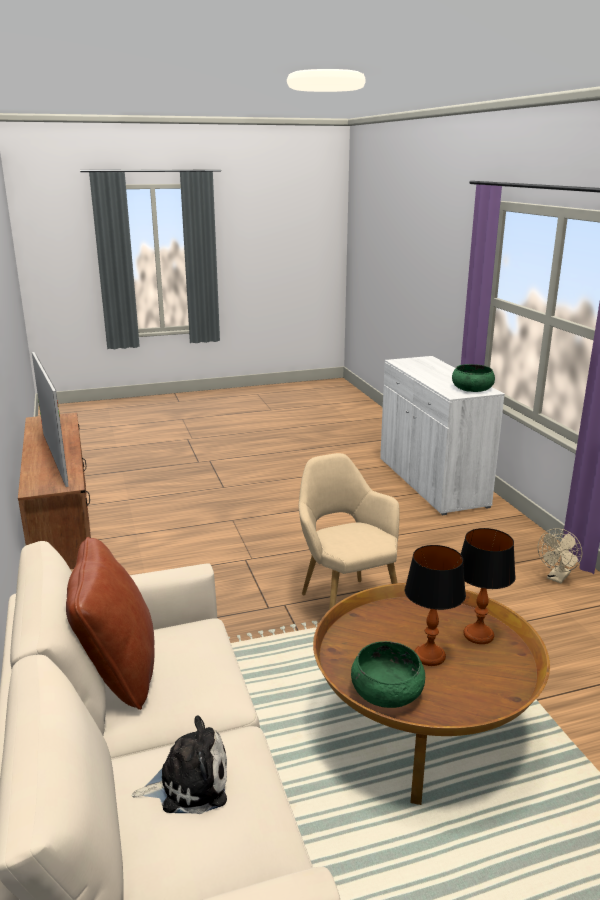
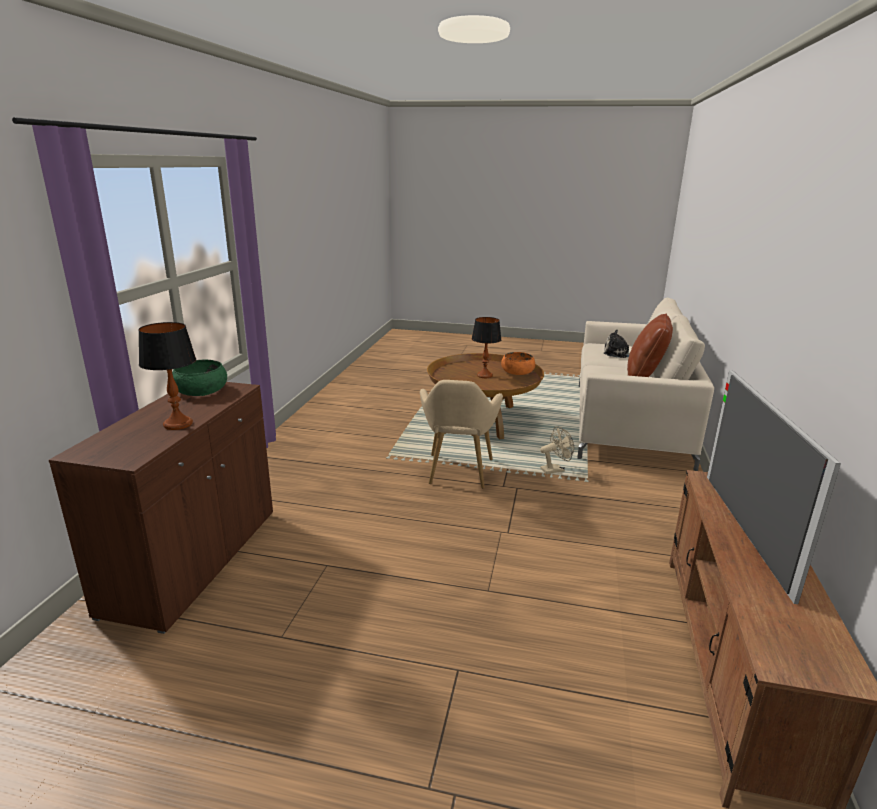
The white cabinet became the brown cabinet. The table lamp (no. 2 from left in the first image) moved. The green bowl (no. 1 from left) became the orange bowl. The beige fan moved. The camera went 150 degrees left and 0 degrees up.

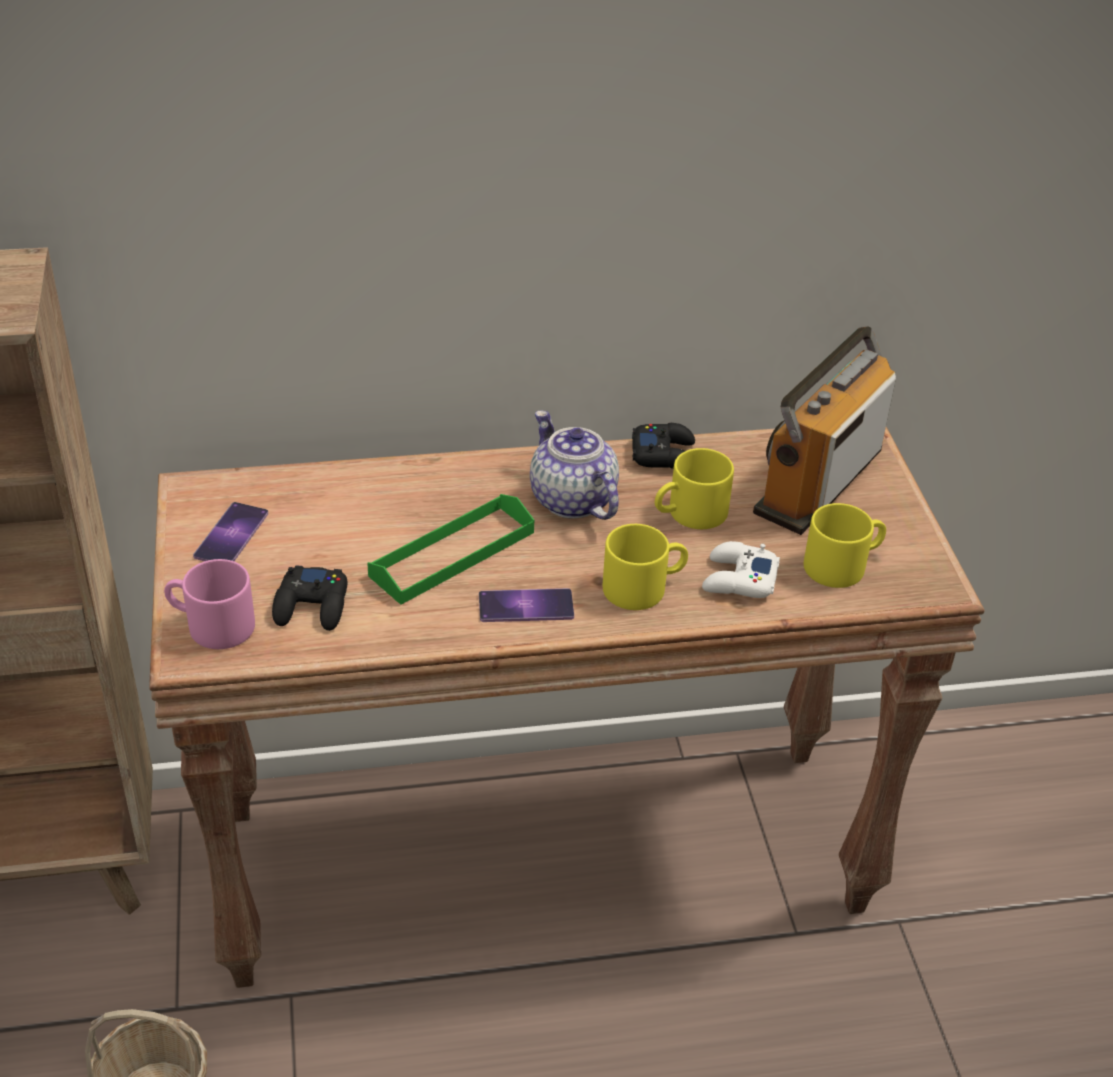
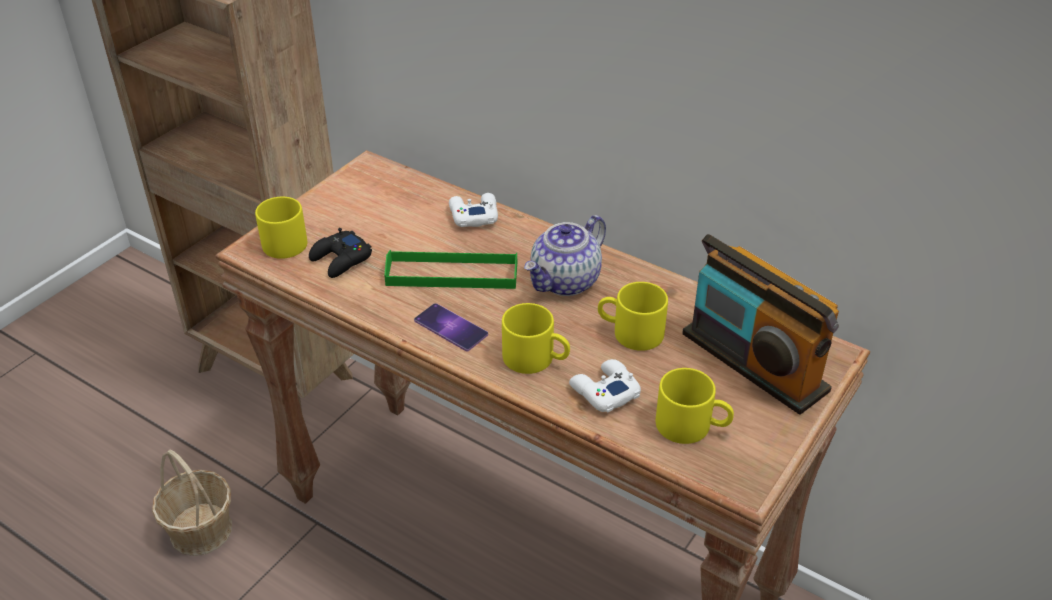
The pink mug became the yellow mug (no. 1 from left). The white game controller (no. 1 from left) appeared. The teapot turned 150 degrees counterclockwise. The radio turned 120 degrees counterclockwise. The phone (no. 1 from left) disappeared. The black game controller (no. 2 from left) disappeared. The camera went 45 degrees right and 0 degrees up.

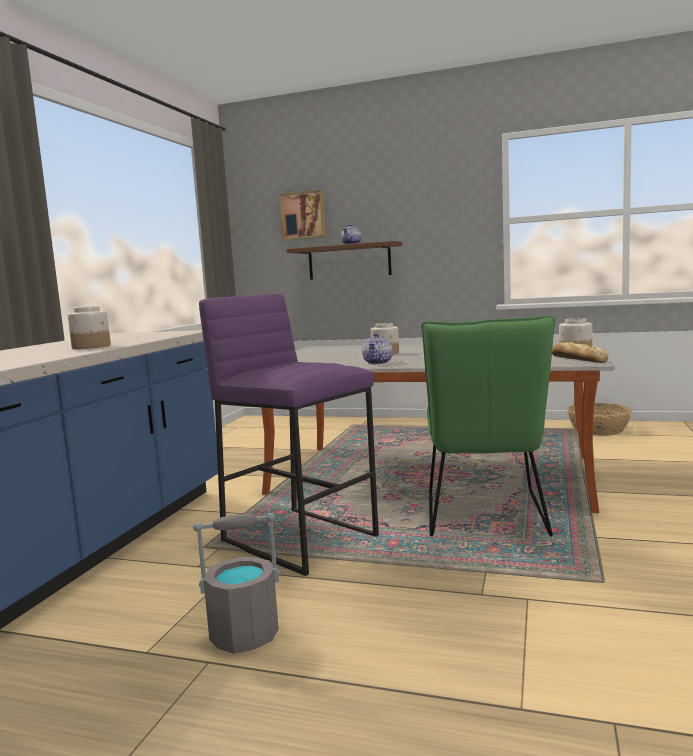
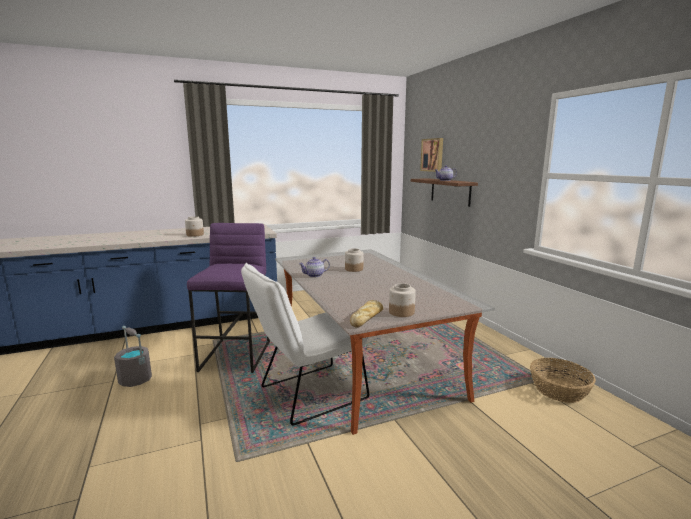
The green chair became the white chair. The camera went 50 degrees right and 5 degrees up.

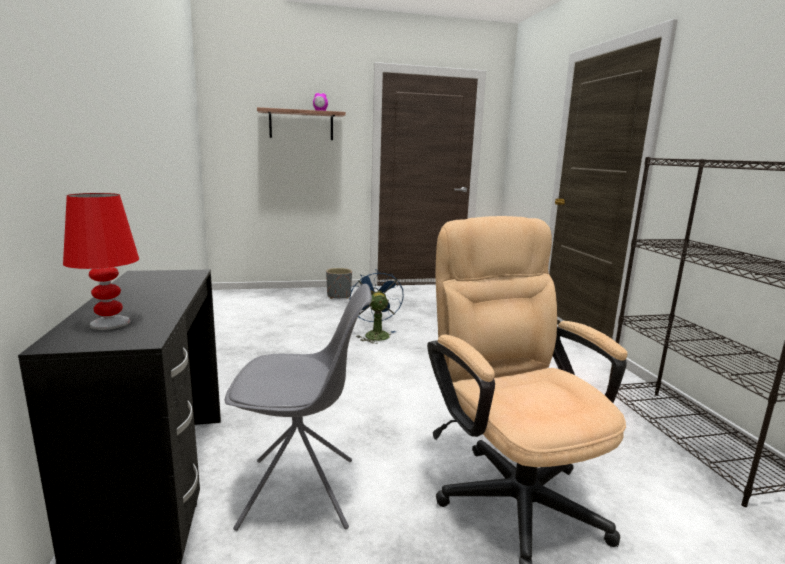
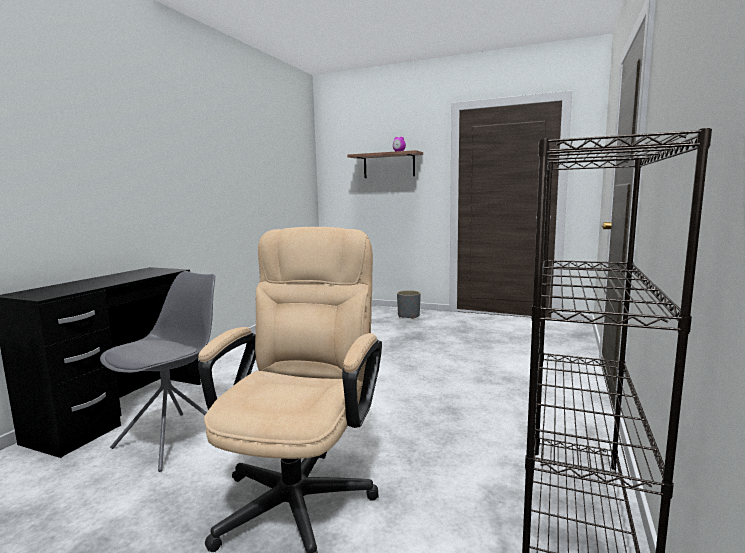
The grey chair turned 90 degrees counterclockwise. The red table lamp disappeared. The blue fan disappeared. The camera went 35 degrees right and 5 degrees down.

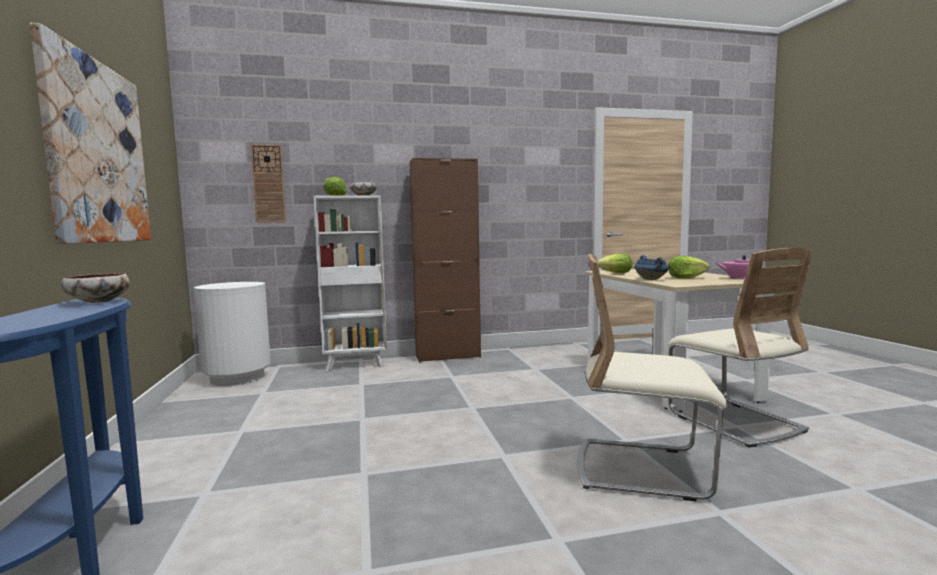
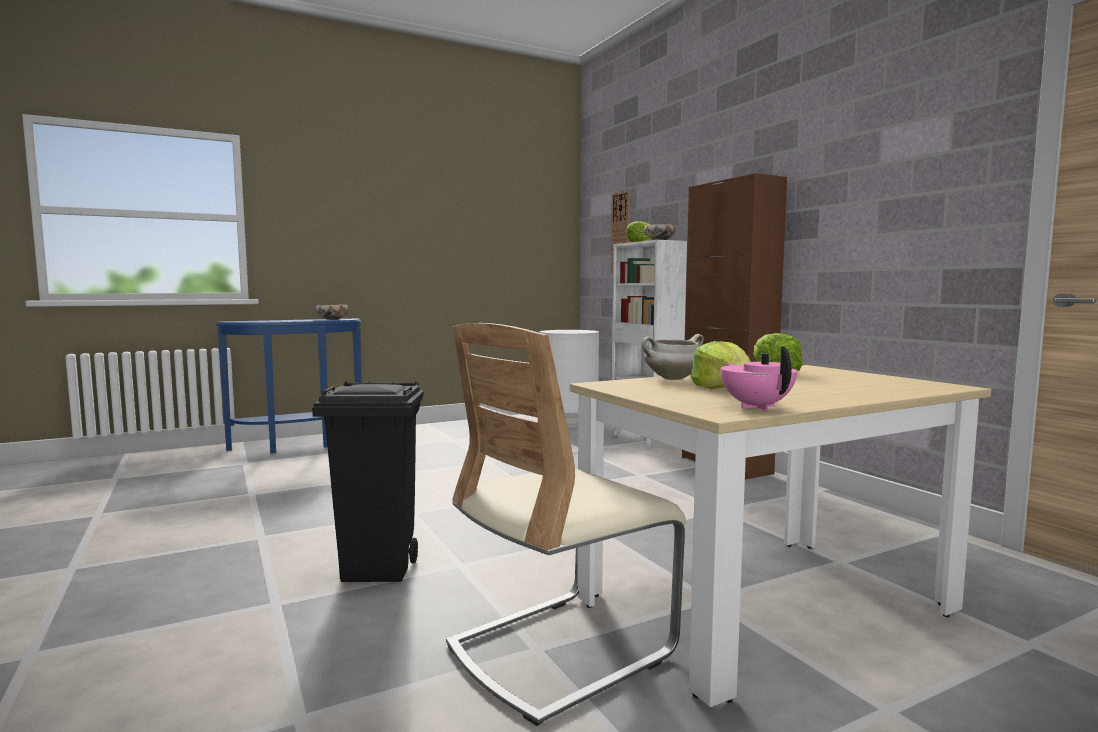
The beige chair (no. 1 from left) was replaced by the black trash can. The blue cooking pot became the white cooking pot. The picture disappeared. The camera went 75 degrees right and 0 degrees up.

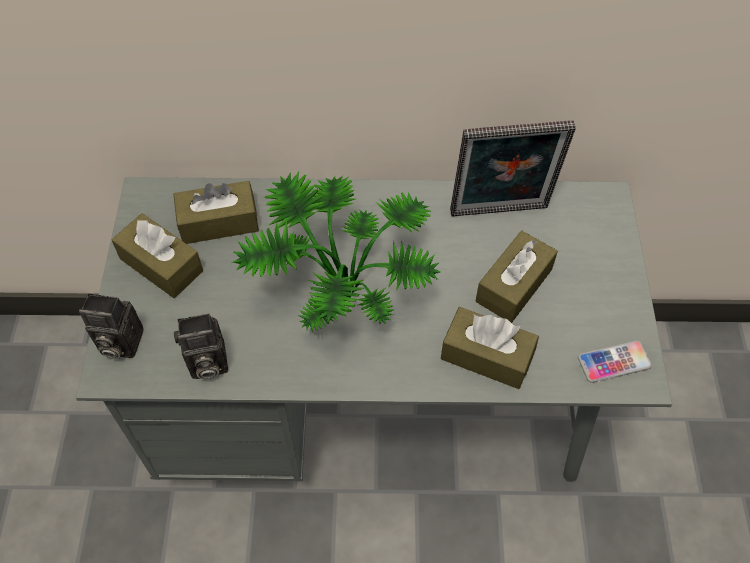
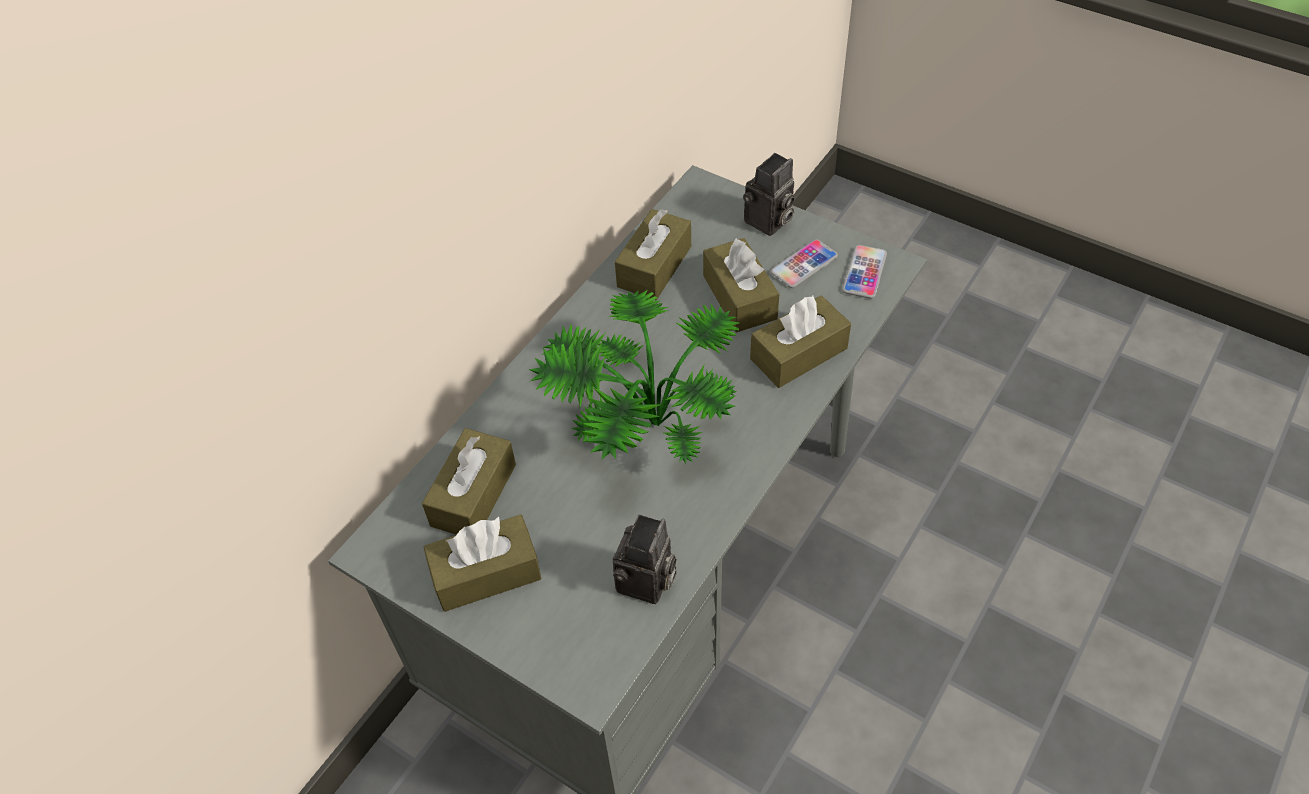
The picture frame was replaced by the brown tissue box (no. 3 from left). The photo camera (no. 1 from left in the first image) moved. The phone (no. 1 from left) appeared. The camera went 55 degrees left and 5 degrees down.

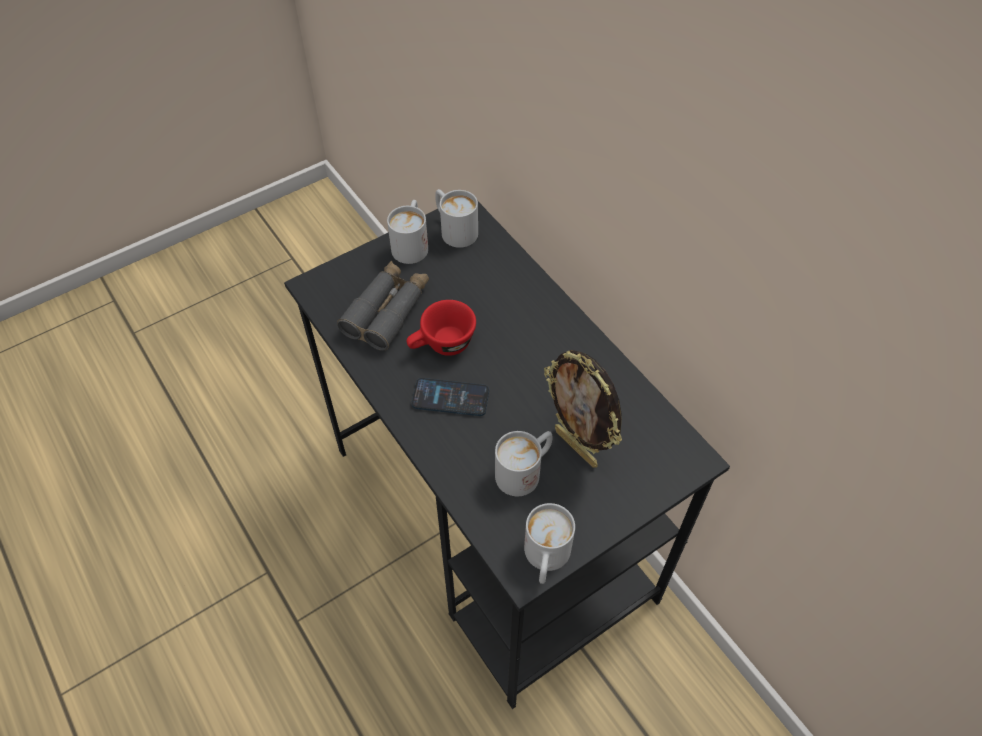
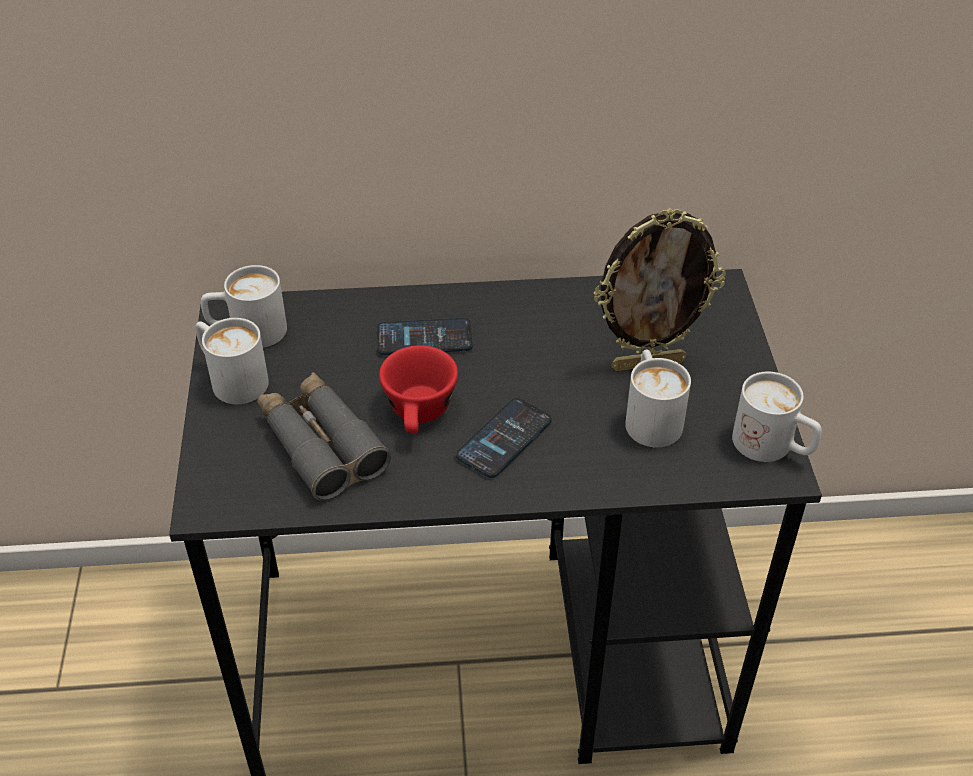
The phone (no. 1 from left) appeared. The camera went 60 degrees left and 10 degrees down.

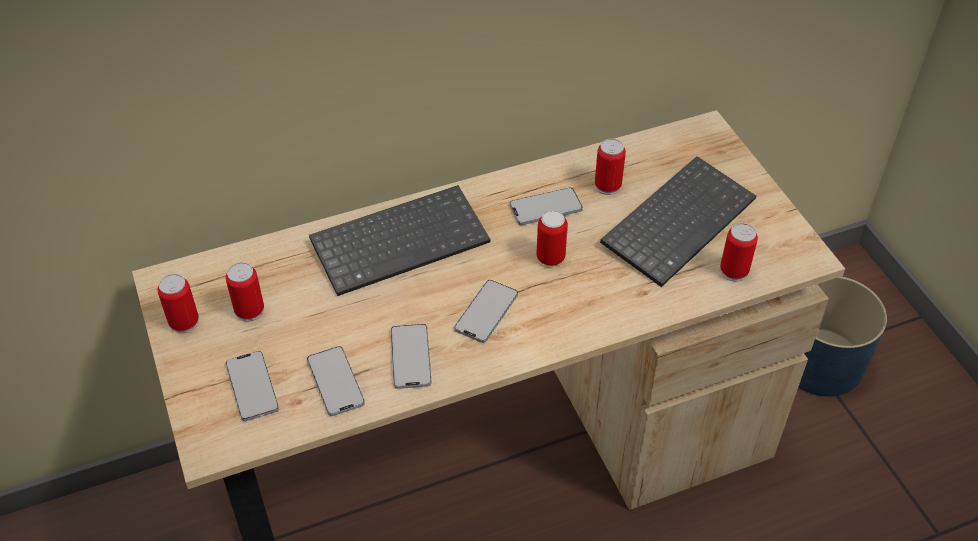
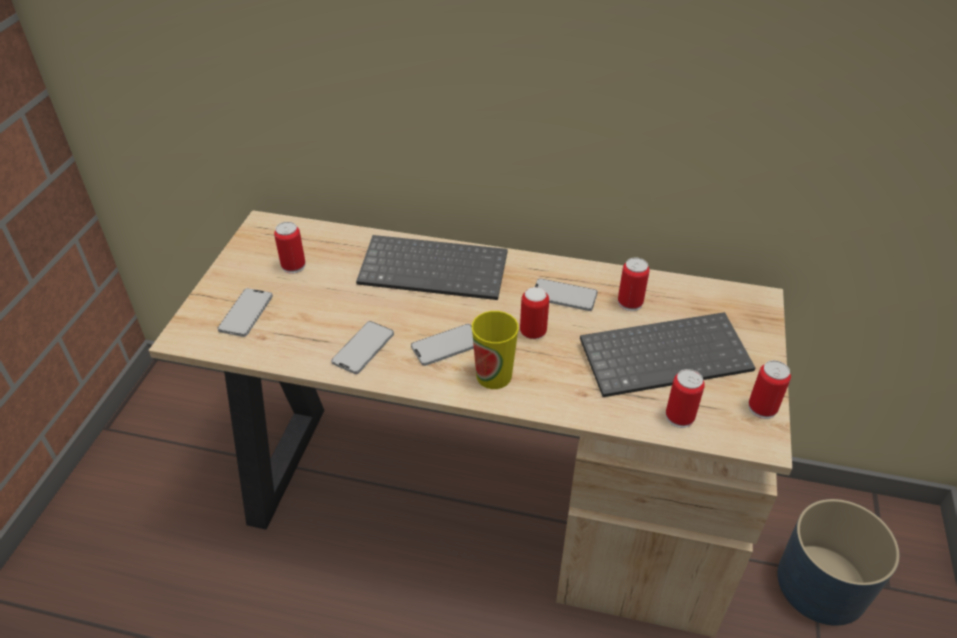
The cup appeared. The can (no. 1 from left in the first image) moved. The phone (no. 2 from left) disappeared. The camera went 35 degrees right and 5 degrees down.

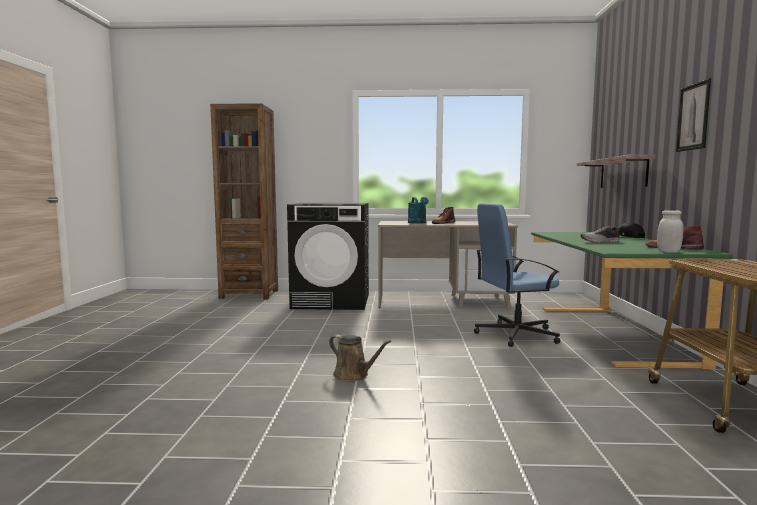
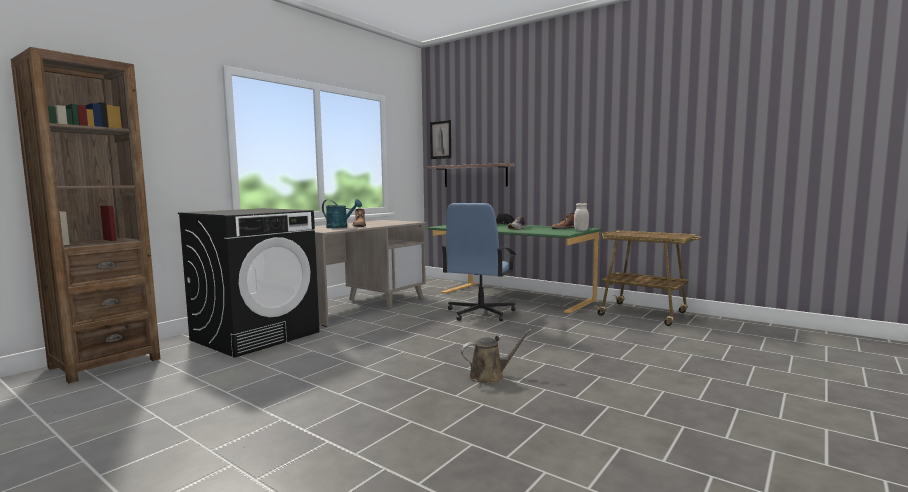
The picture moved. The camera went 55 degrees left and 0 degrees up.

